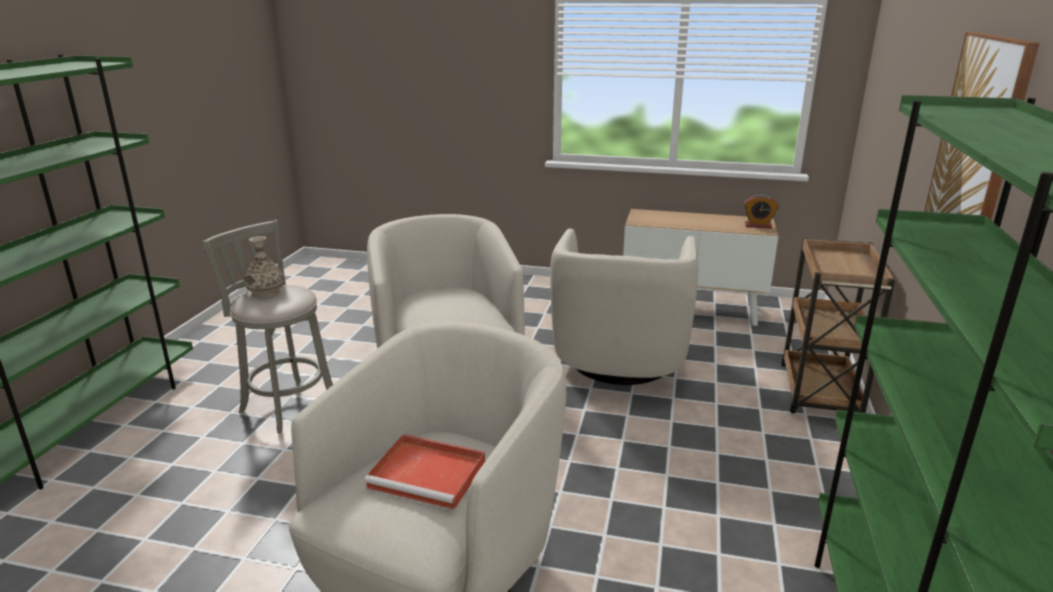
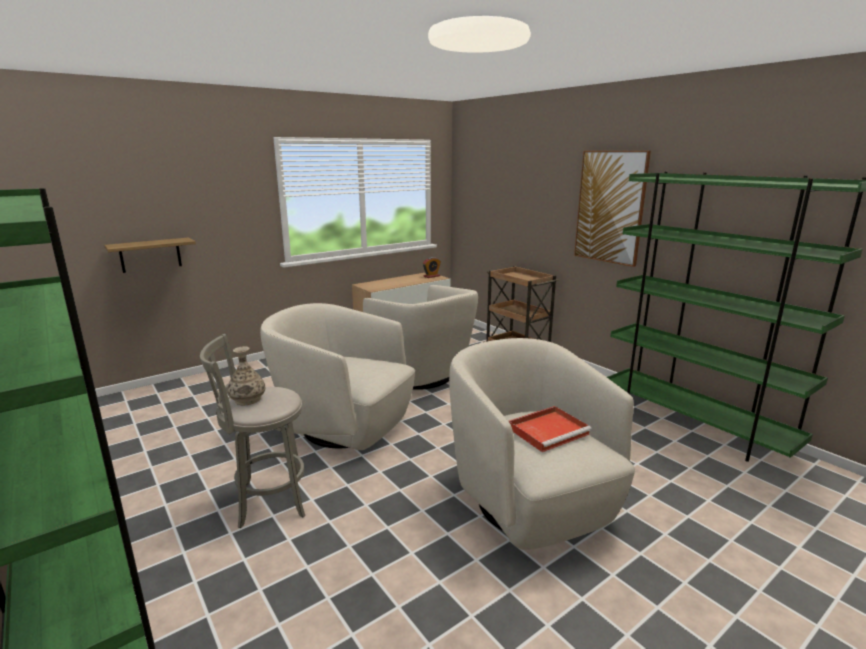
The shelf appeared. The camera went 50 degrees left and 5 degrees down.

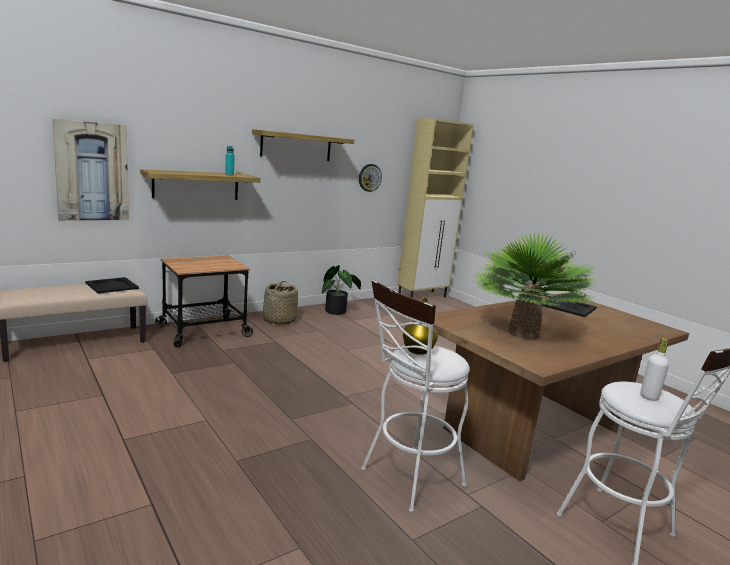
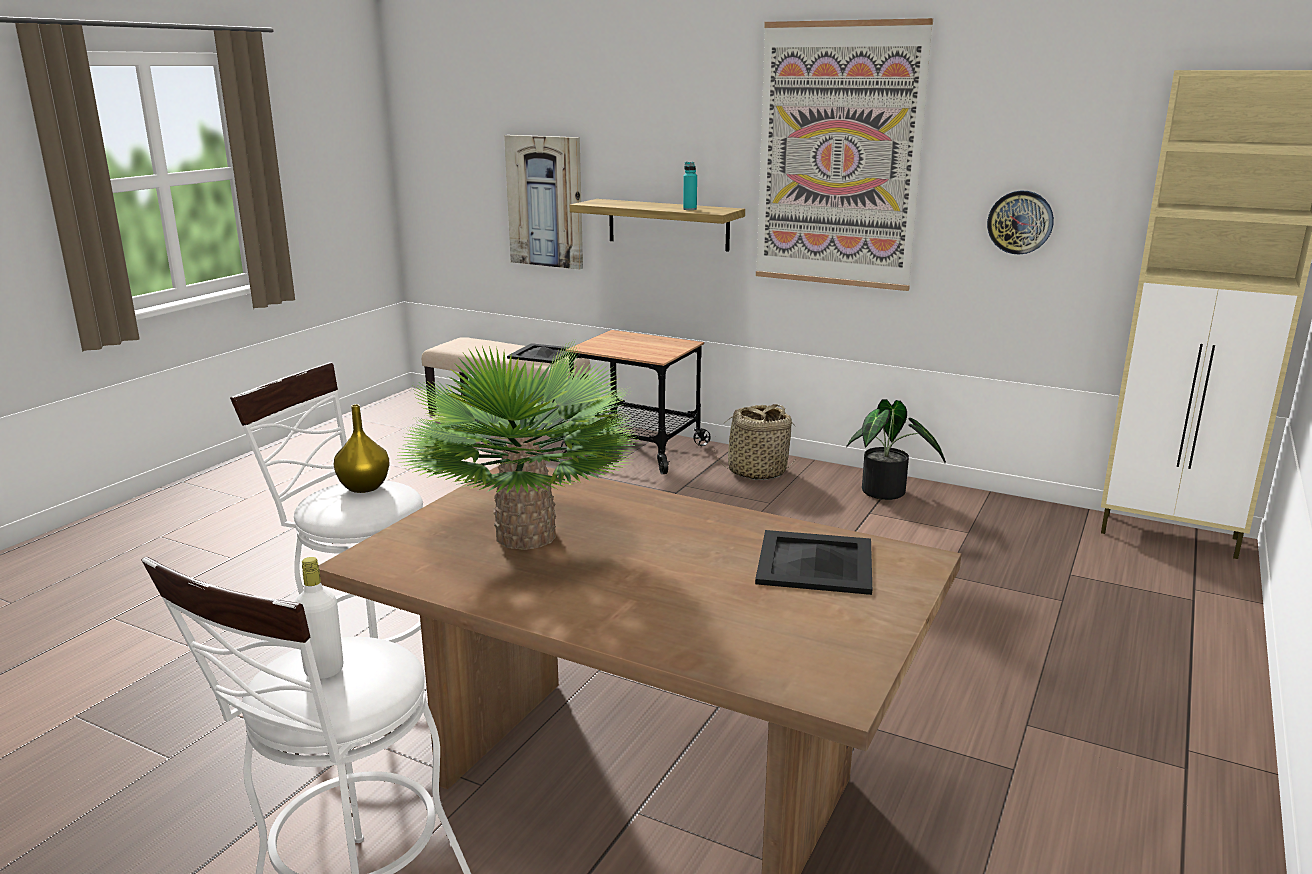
The shelf (no. 2 from left) was replaced by the picture (no. 2 from left). The camera went 65 degrees right and 5 degrees up.

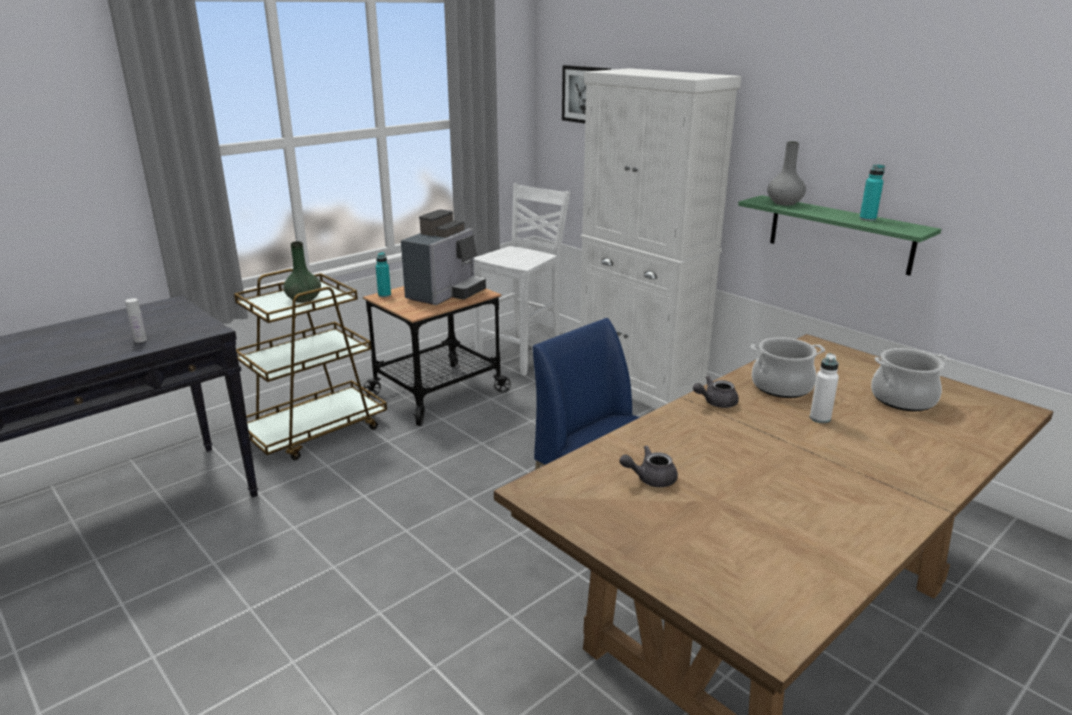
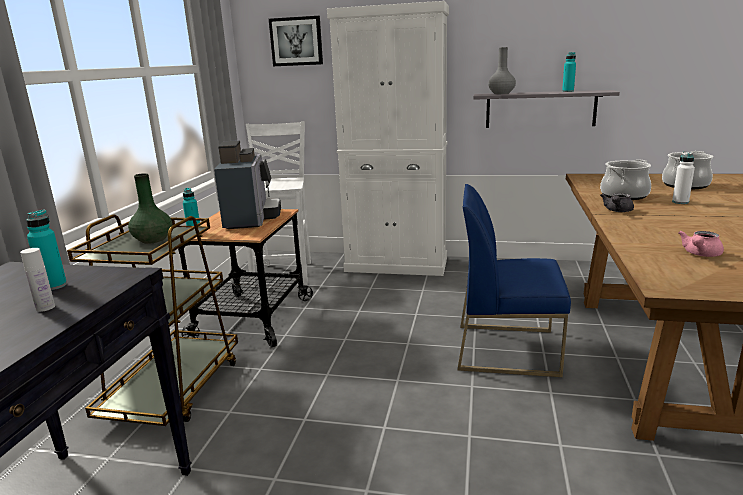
The turquoise bottle (no. 1 from left) appeared. The green shelf became the grey shelf. The grey teapot (no. 1 from left) became the pink teapot. The camera went 35 degrees left and 5 degrees down.

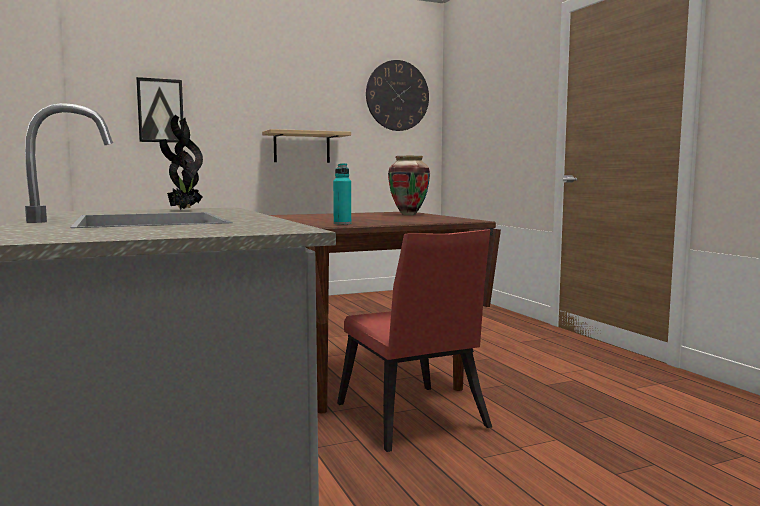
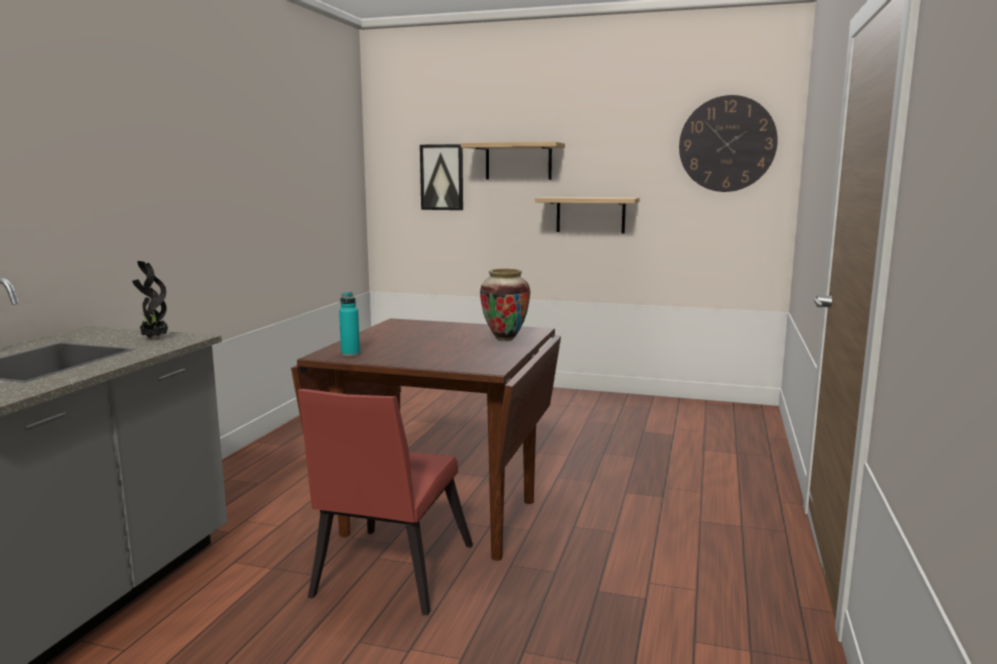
The shelf (no. 1 from left) appeared. The camera went 40 degrees right and 5 degrees up.

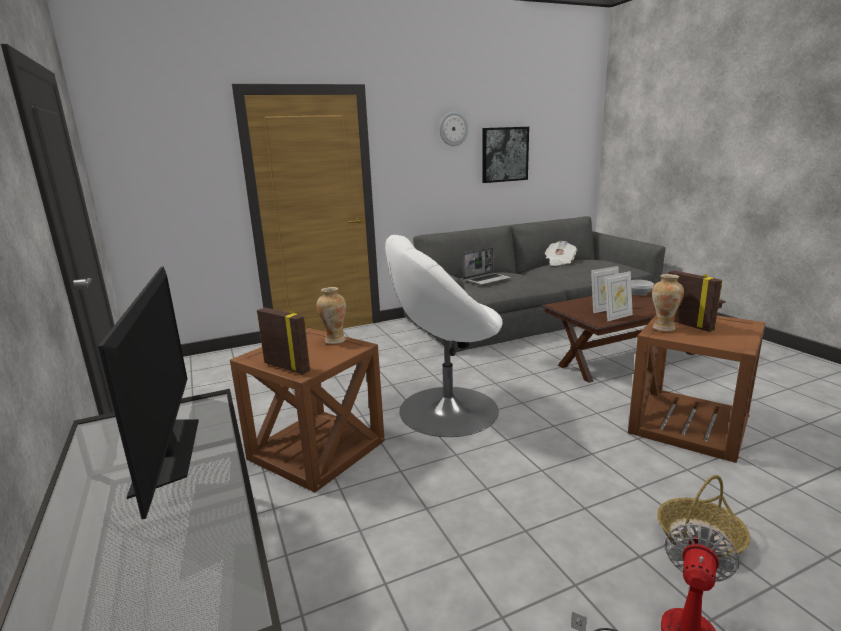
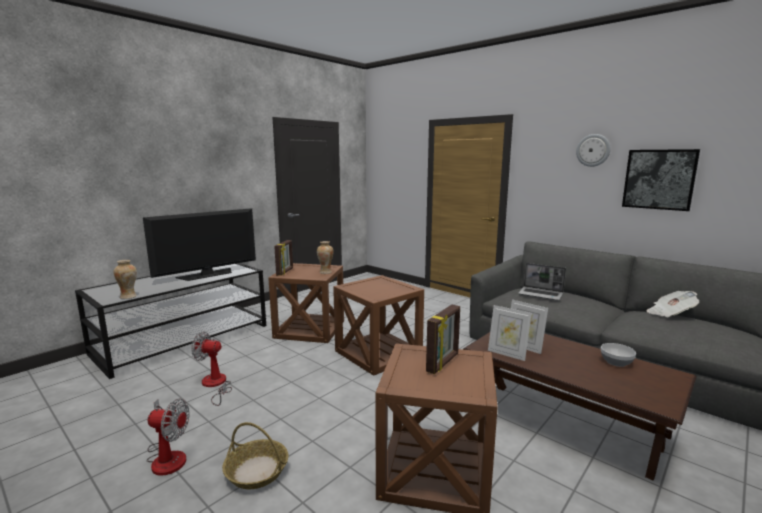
The vase (no. 2 from left in the first image) moved. The fan (no. 2 from left) appeared. The white armchair was replaced by the brown side table (no. 2 from left). The camera went 65 degrees right and 5 degrees down.

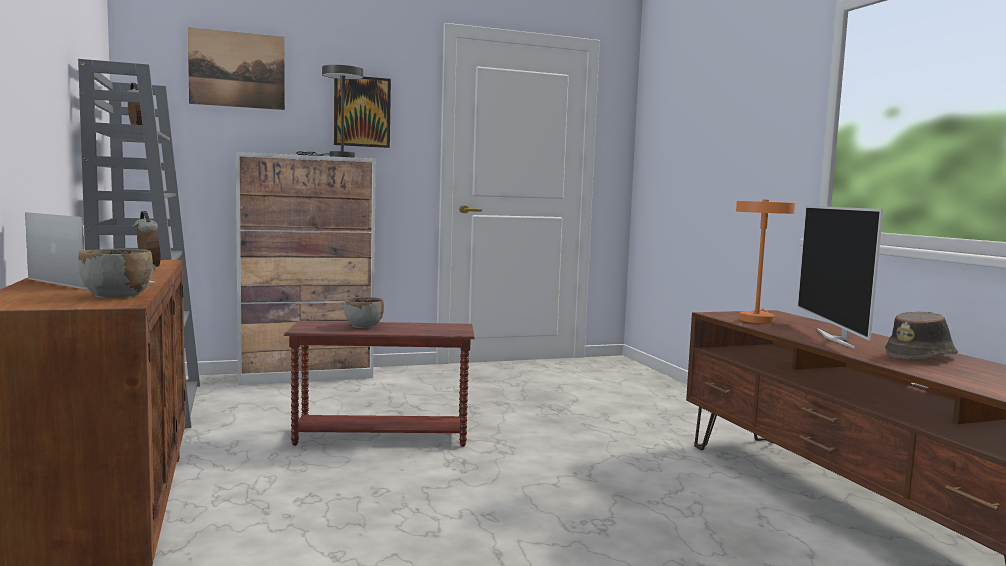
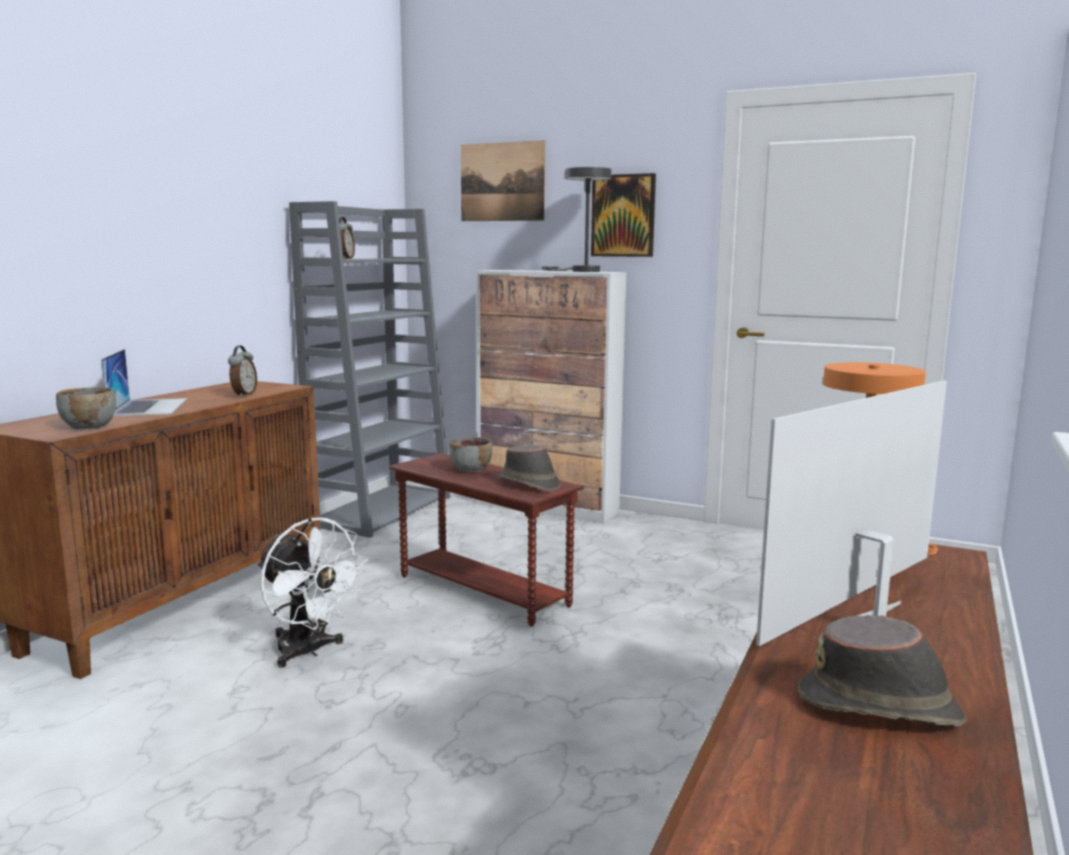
The white fan appeared. The brown hat (no. 1 from left) appeared. The camera went 45 degrees right and 5 degrees up.

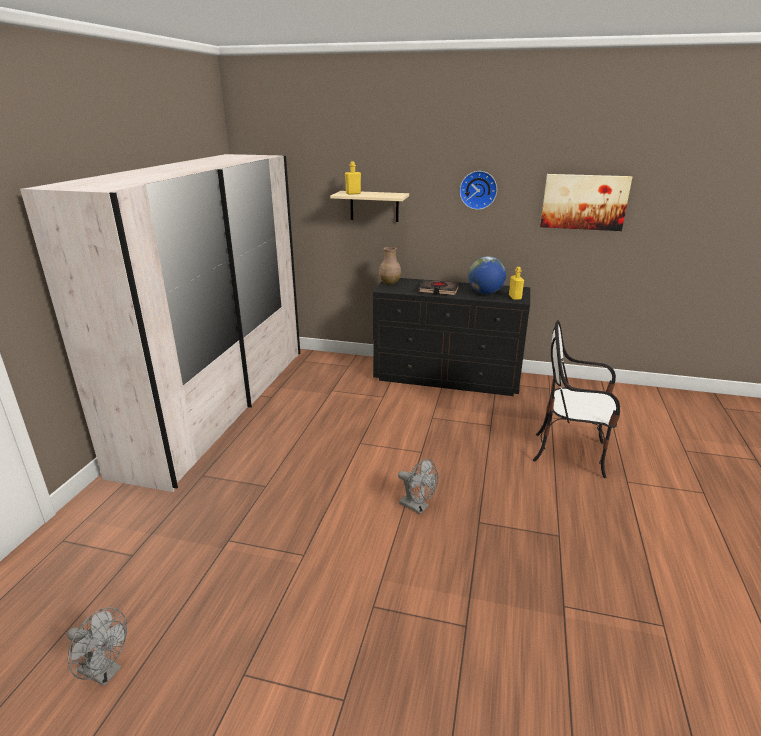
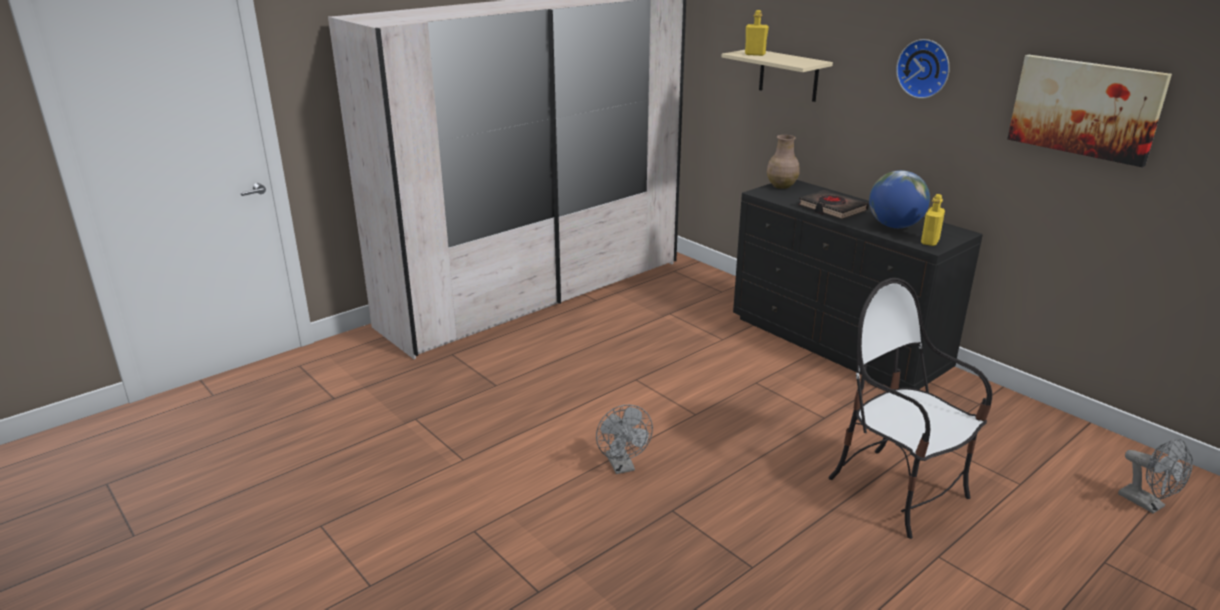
The grey fan (no. 1 from left in the first image) moved. The camera went 35 degrees right and 0 degrees up.

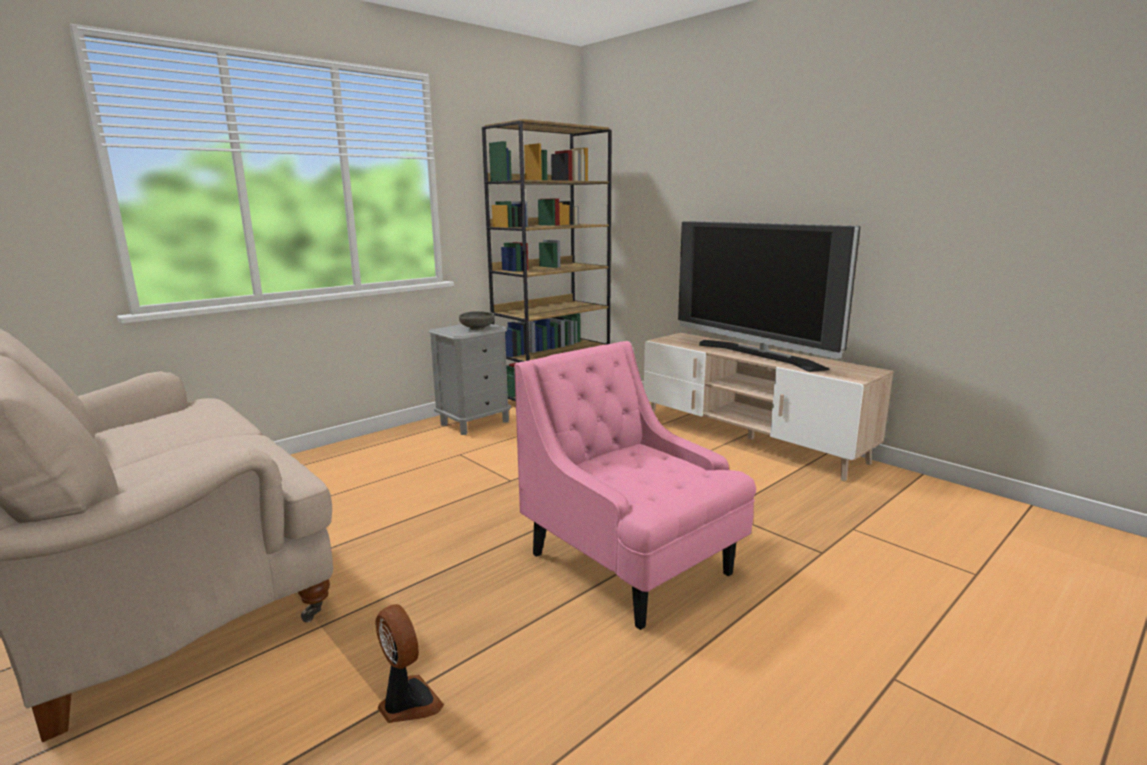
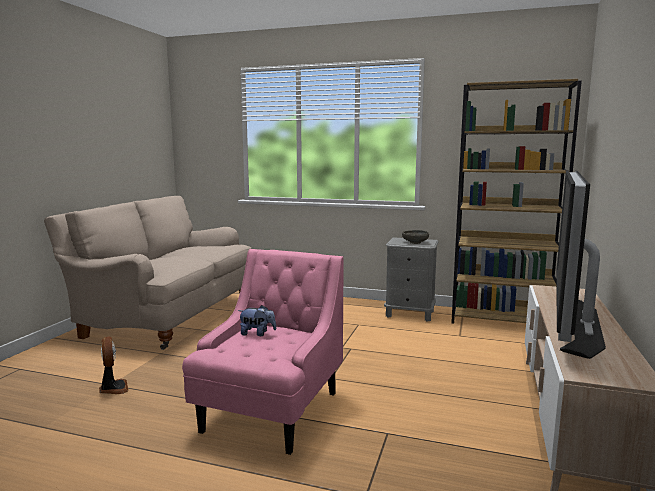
The fan turned 45 degrees counterclockwise. The plush toy appeared. The camera went 60 degrees right and 5 degrees down.

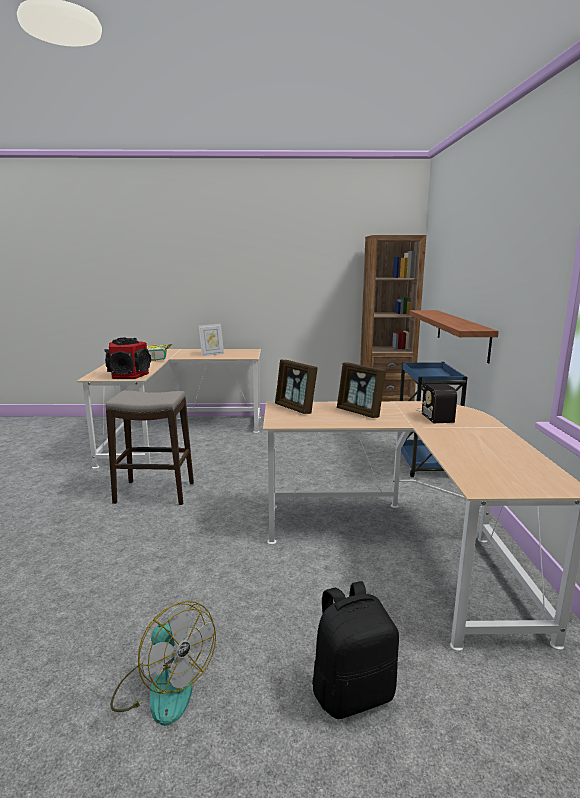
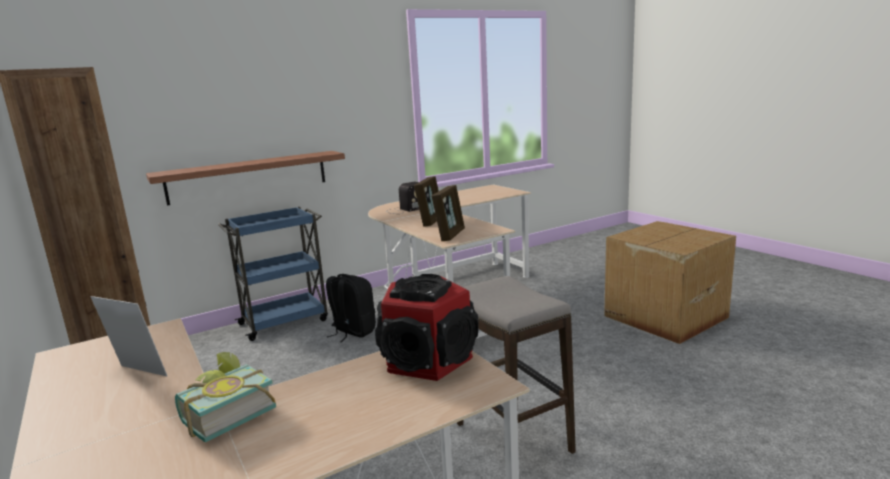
The black backpack moved. The fan was replaced by the cardboard box. The camera went 120 degrees left and 0 degrees up.

